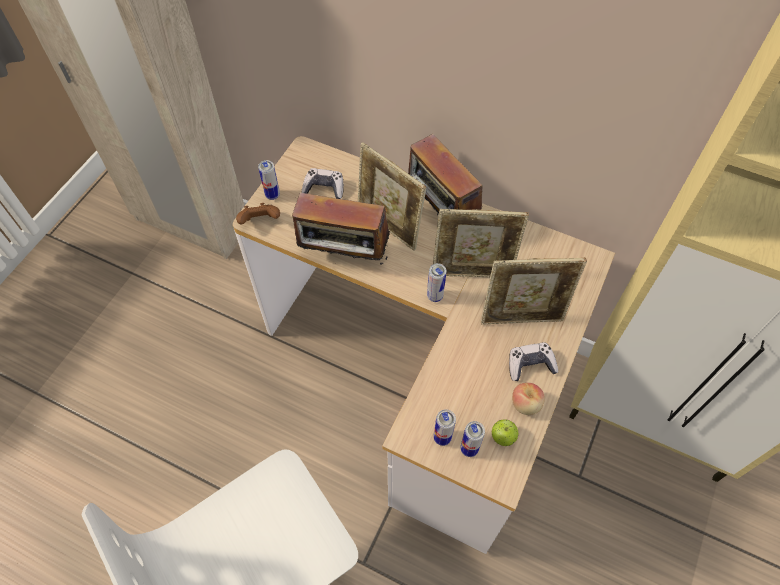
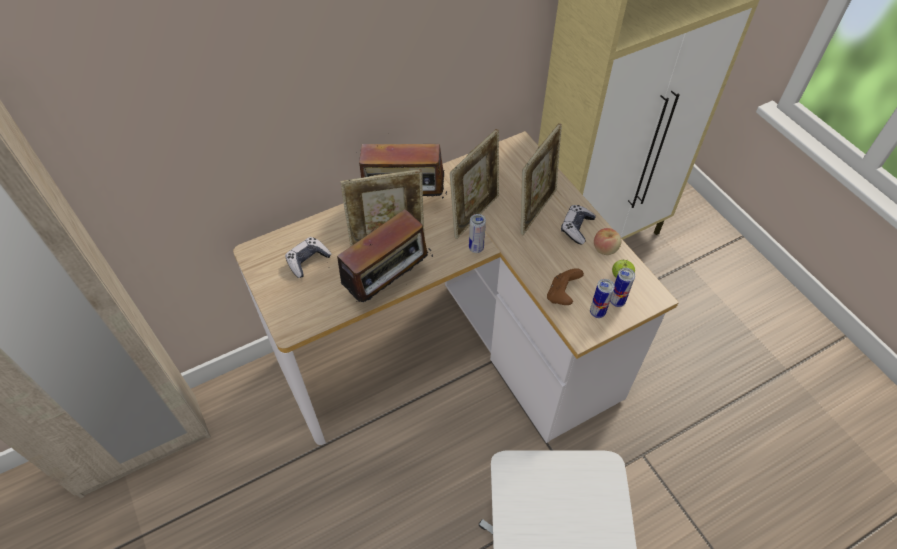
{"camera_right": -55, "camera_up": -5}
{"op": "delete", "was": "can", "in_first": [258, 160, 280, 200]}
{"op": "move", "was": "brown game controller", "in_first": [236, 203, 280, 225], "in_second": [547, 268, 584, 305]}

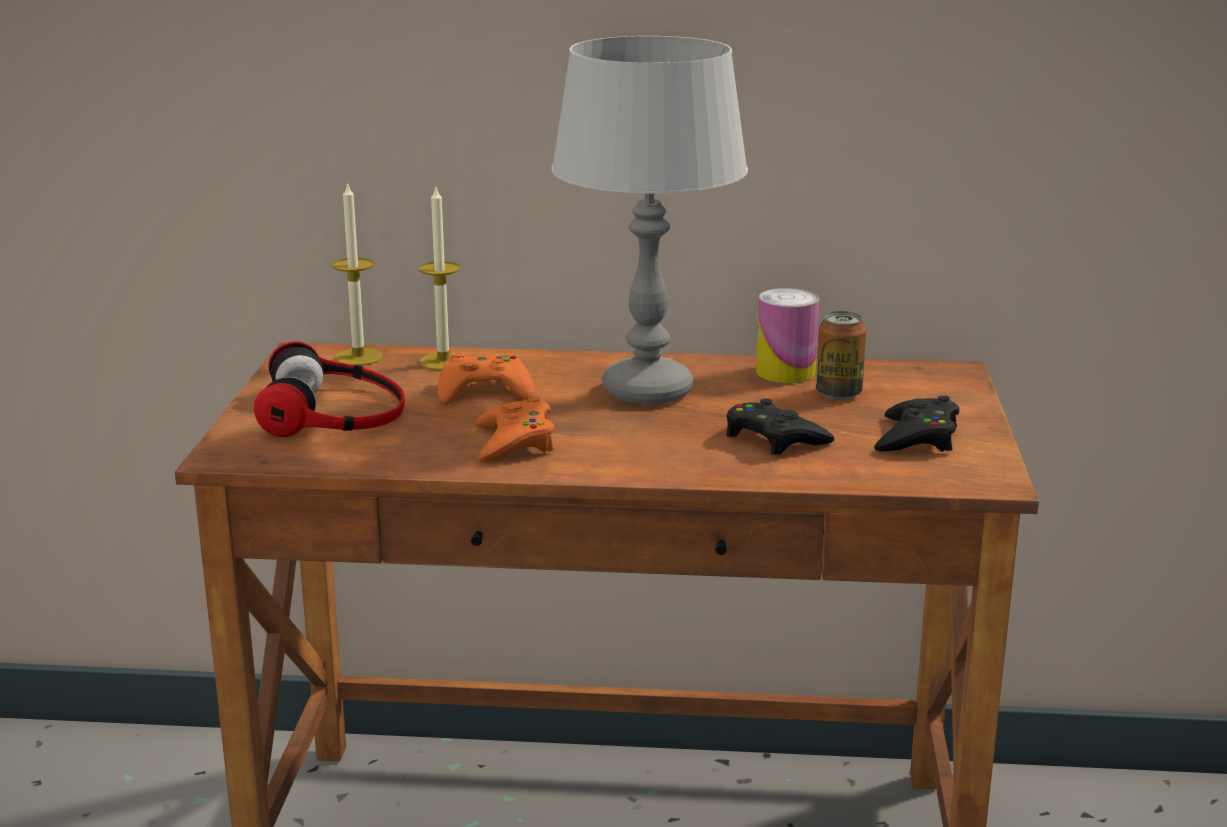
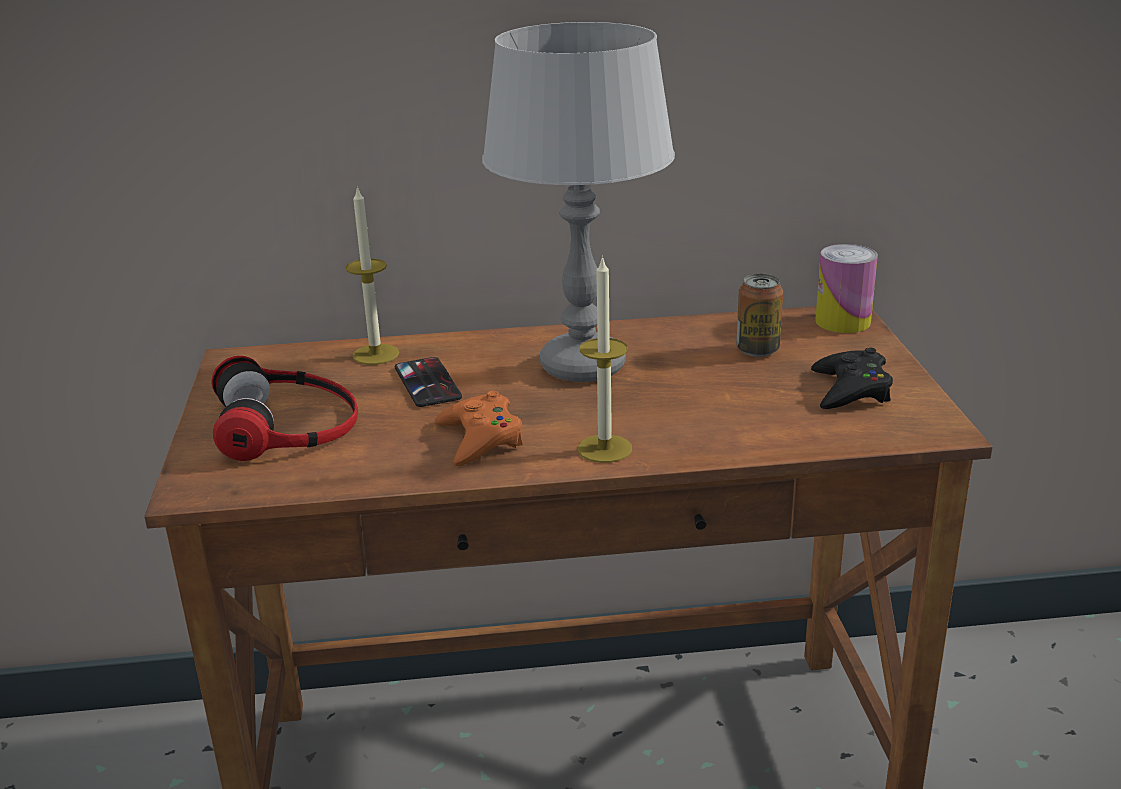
{"camera_right": -10, "camera_up": 5}
{"op": "move", "was": "candle", "in_first": [332, 182, 383, 366], "in_second": [578, 255, 632, 463]}
{"op": "move", "was": "can", "in_first": [756, 288, 819, 383], "in_second": [815, 244, 878, 333]}
{"op": "replace", "was": "orange game controller", "now": "phone", "in_first": [438, 353, 534, 405], "in_second": [395, 357, 462, 407]}
{"op": "delete", "was": "black game controller", "in_first": [726, 399, 834, 455]}

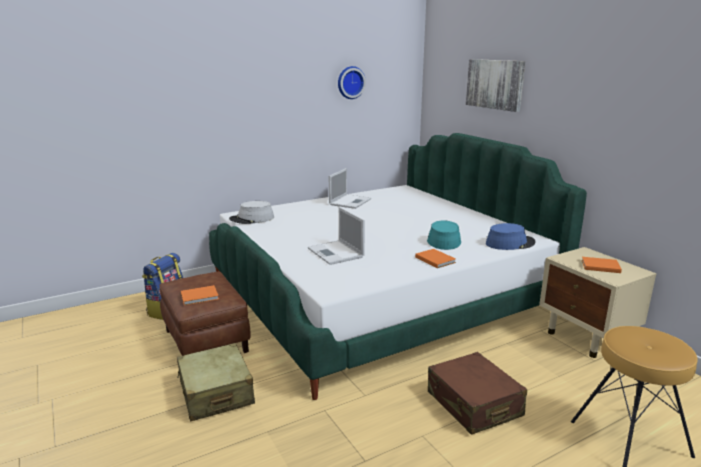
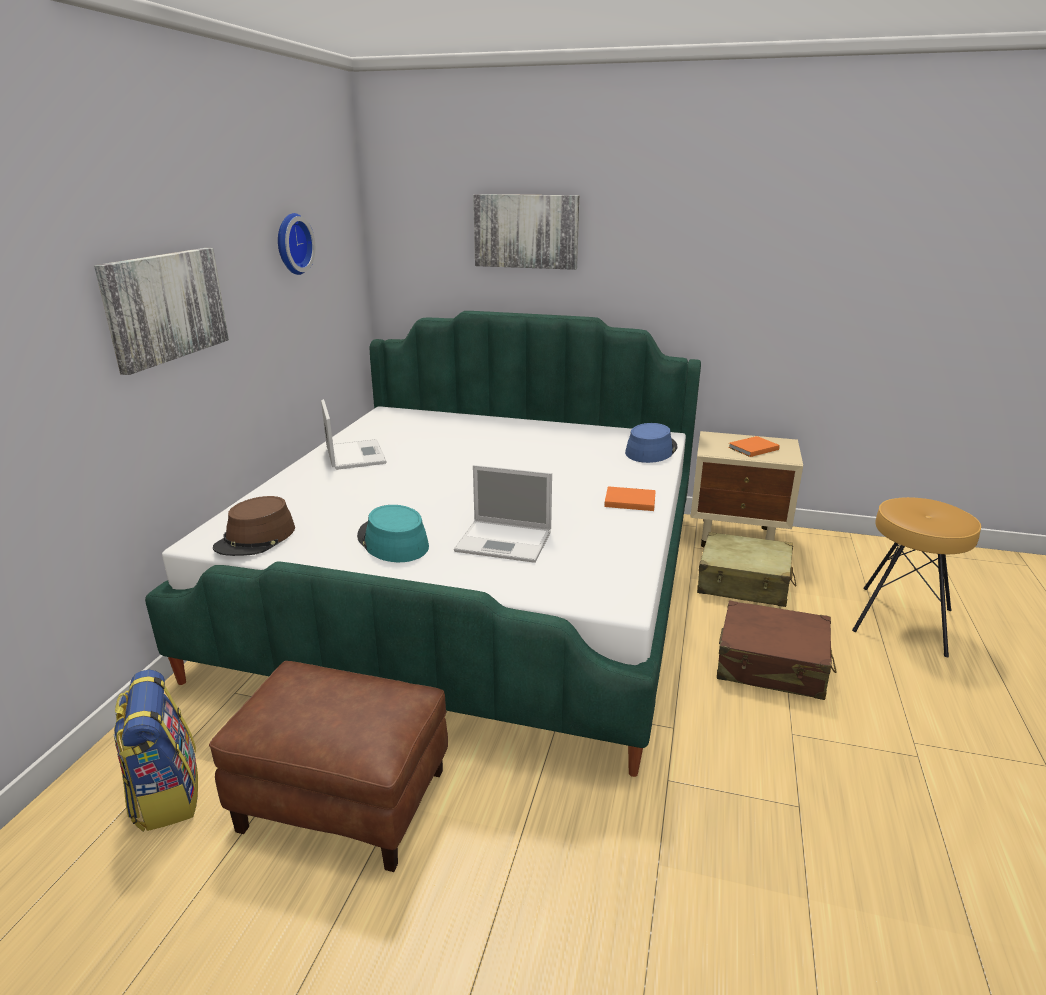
{"camera_right": -45, "camera_up": 5}
{"op": "recolor", "was": "grey hat", "now": "brown hat", "in_first": [229, 201, 274, 224], "in_second": [213, 496, 295, 556]}
{"op": "move", "was": "turquoise hat", "in_first": [427, 220, 461, 250], "in_second": [357, 505, 429, 562]}
{"op": "delete", "was": "orange book", "in_first": [181, 285, 219, 305]}
{"op": "move", "was": "beige suitcase", "in_first": [177, 343, 255, 422], "in_second": [697, 532, 796, 607]}
{"op": "insert", "now": "picture", "in_second": [94, 248, 229, 375]}

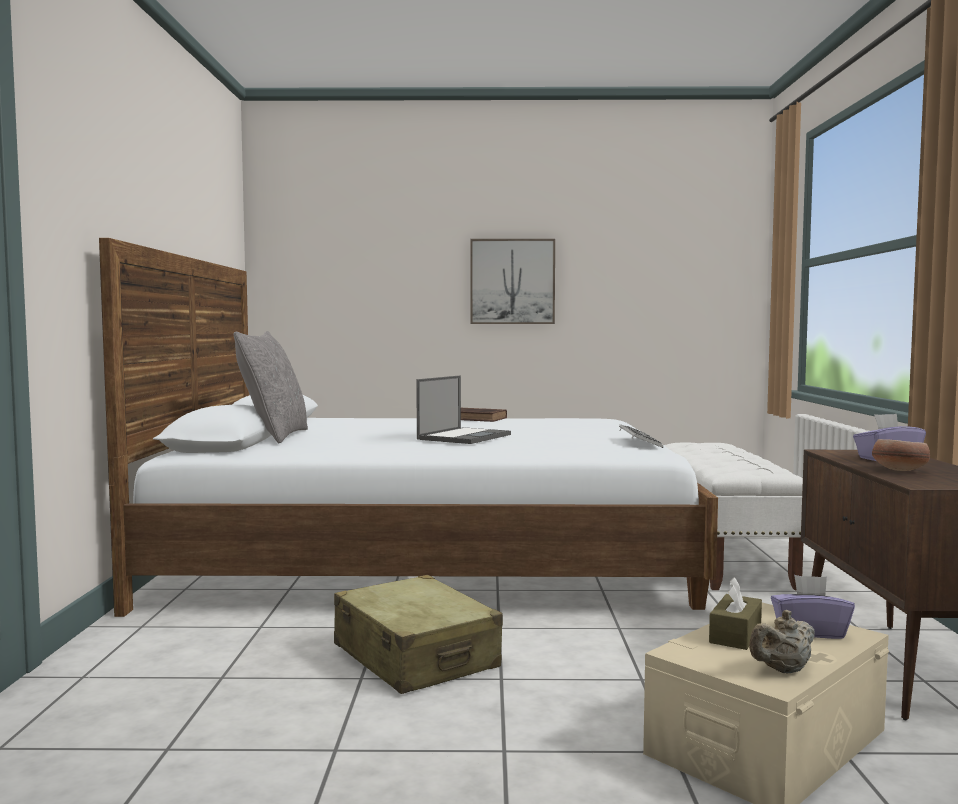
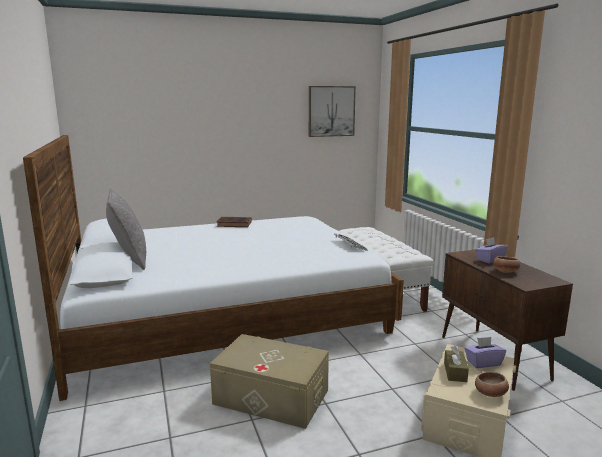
{"camera_right": -20, "camera_up": 10}
{"op": "move", "was": "picture", "in_first": [470, 239, 555, 324], "in_second": [309, 86, 356, 137]}
{"op": "delete", "was": "laptop", "in_first": [416, 376, 511, 444]}
{"op": "replace", "was": "beige suitcase", "now": "beige storage box", "in_first": [334, 575, 503, 694], "in_second": [210, 334, 329, 429]}
{"op": "replace", "was": "beige teapot", "now": "bowl", "in_first": [749, 610, 815, 673], "in_second": [475, 371, 509, 397]}

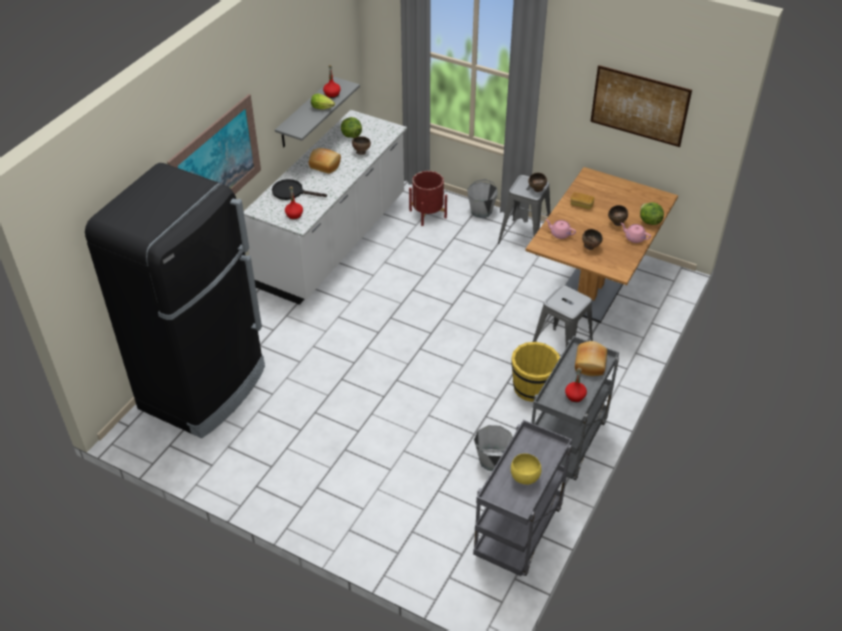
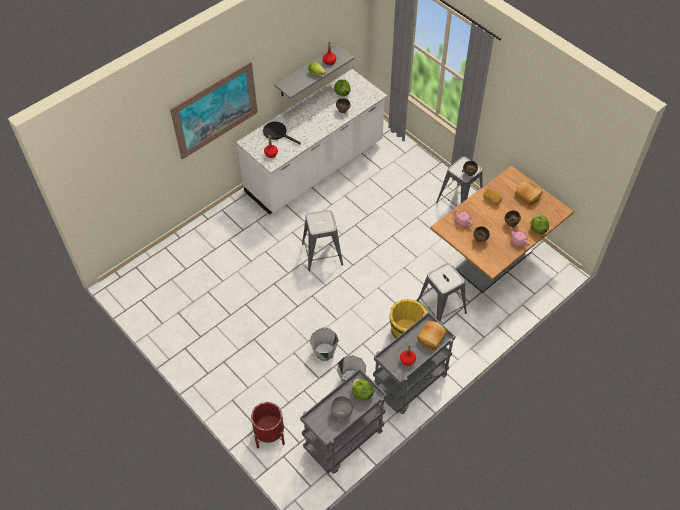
{"camera_right": 20, "camera_up": 10}
{"op": "delete", "was": "picture", "in_first": [590, 65, 692, 147]}
{"op": "move", "was": "bread", "in_first": [309, 148, 341, 174], "in_second": [515, 181, 543, 206]}
{"op": "delete", "was": "black fridge", "in_first": [85, 163, 265, 438]}
{"op": "move", "was": "red planter", "in_first": [409, 171, 447, 226], "in_second": [251, 402, 285, 448]}
{"op": "move", "was": "grey bucket", "in_first": [467, 179, 498, 218], "in_second": [310, 327, 339, 361]}
{"op": "recolor", "was": "yellow bowl", "now": "grey bowl", "in_first": [511, 453, 541, 485], "in_second": [331, 396, 353, 419]}
{"op": "insert", "now": "grey stool", "in_second": [302, 210, 343, 271]}
{"op": "insert", "now": "lettuce", "in_second": [352, 379, 374, 401]}

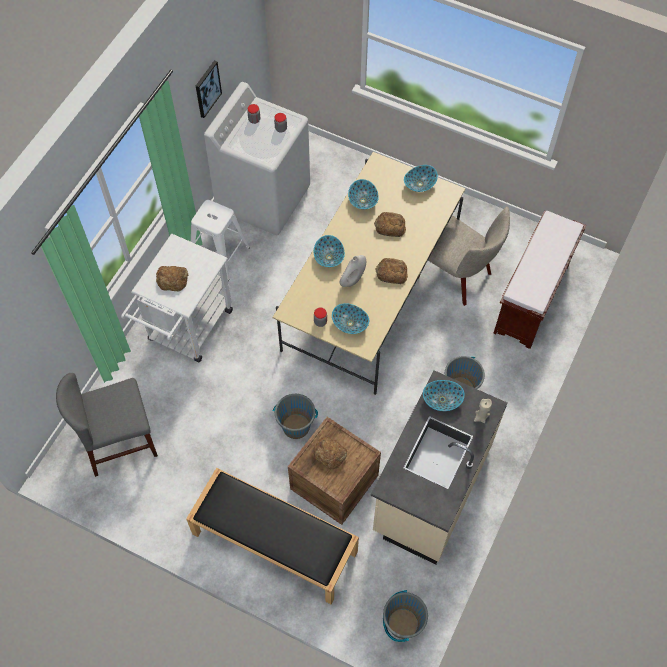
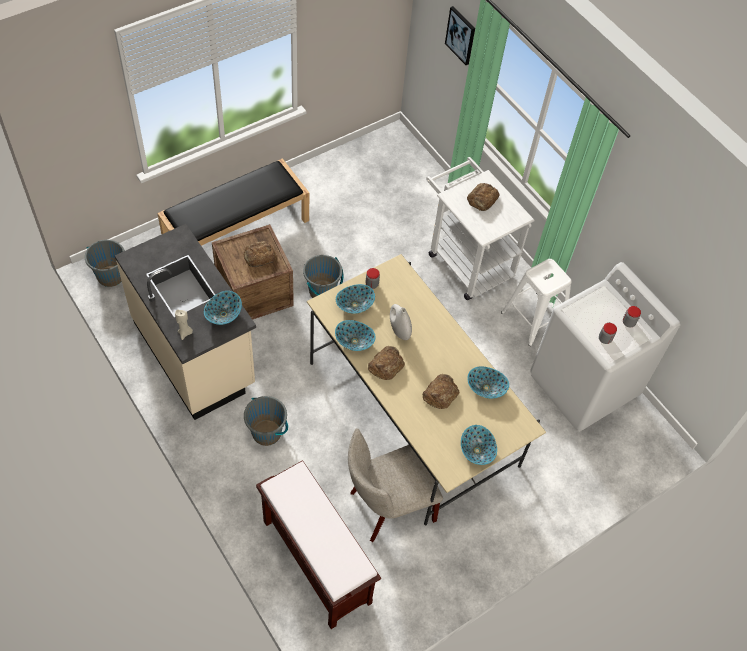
{"camera_right": 115, "camera_up": -5}
{"op": "move", "was": "picture", "in_first": [196, 60, 222, 118], "in_second": [445, 6, 475, 65]}
{"op": "move", "was": "bowl", "in_first": [314, 235, 345, 267], "in_second": [335, 320, 376, 351]}
{"op": "delete", "was": "grey chair", "in_first": [56, 373, 158, 477]}

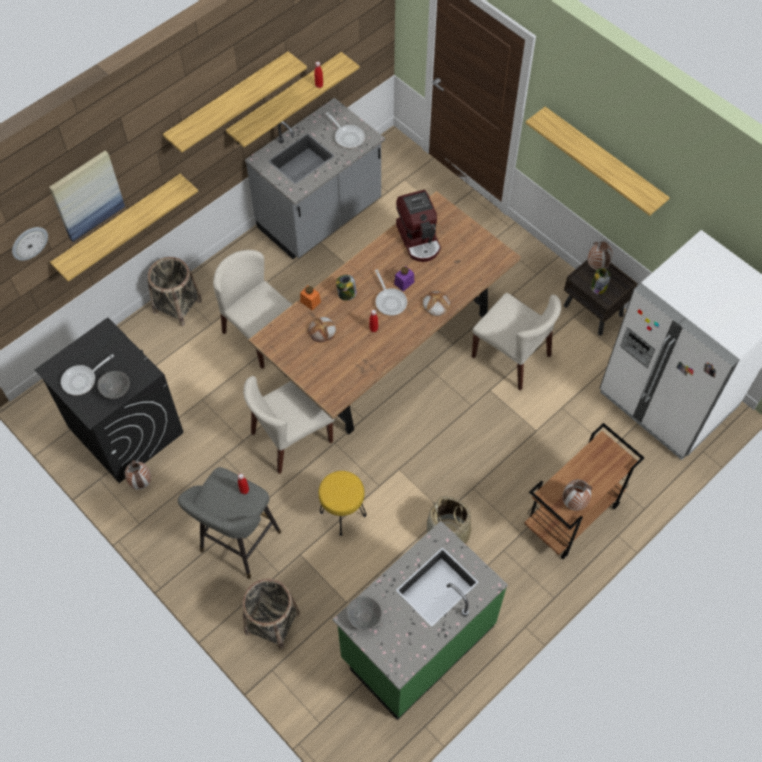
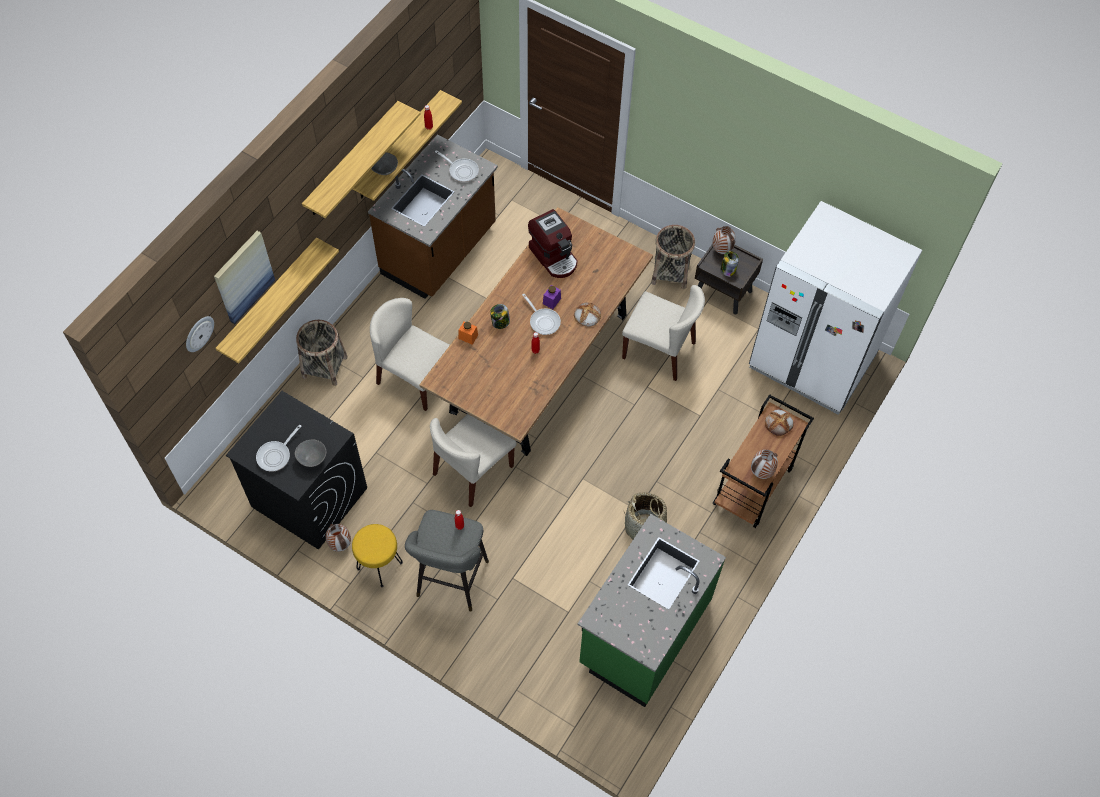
{"camera_right": -15, "camera_up": 0}
{"op": "recolor", "was": "grey counter", "now": "brown counter", "in_first": [245, 98, 385, 259], "in_second": [368, 134, 498, 299]}
{"op": "delete", "was": "shelf", "in_first": [526, 107, 670, 216]}
{"op": "move", "was": "bread", "in_first": [308, 317, 337, 342], "in_second": [765, 410, 794, 436]}
{"op": "move", "was": "yellow stool", "in_first": [318, 471, 366, 536], "in_second": [352, 524, 403, 587]}
{"op": "move", "was": "basket", "in_first": [242, 579, 300, 650], "in_second": [651, 225, 695, 289]}
{"op": "move", "was": "grey bowl", "in_first": [347, 596, 382, 631], "in_second": [371, 152, 398, 175]}

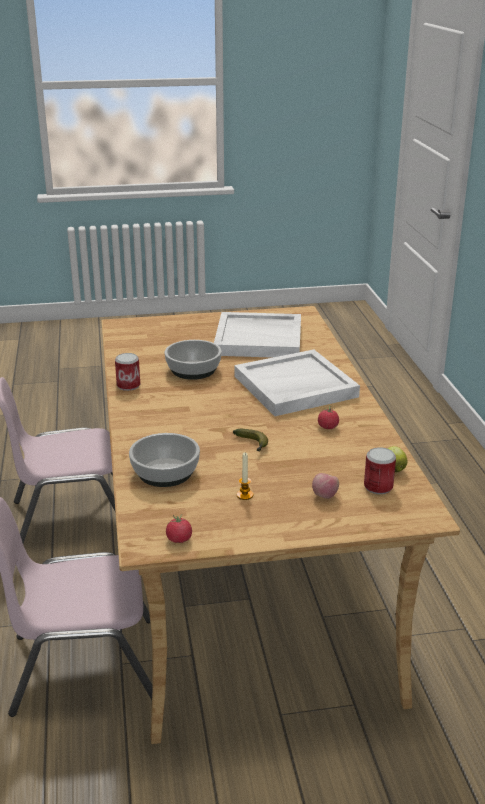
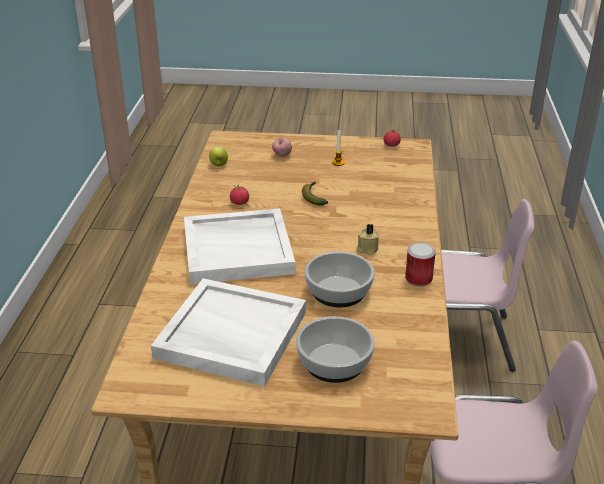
{"camera_right": -165, "camera_up": 5}
{"op": "move", "was": "bowl", "in_first": [129, 433, 200, 487], "in_second": [296, 316, 375, 383]}
{"op": "delete", "was": "can", "in_first": [364, 447, 396, 494]}
{"op": "insert", "now": "beige candle", "in_second": [356, 224, 380, 255]}

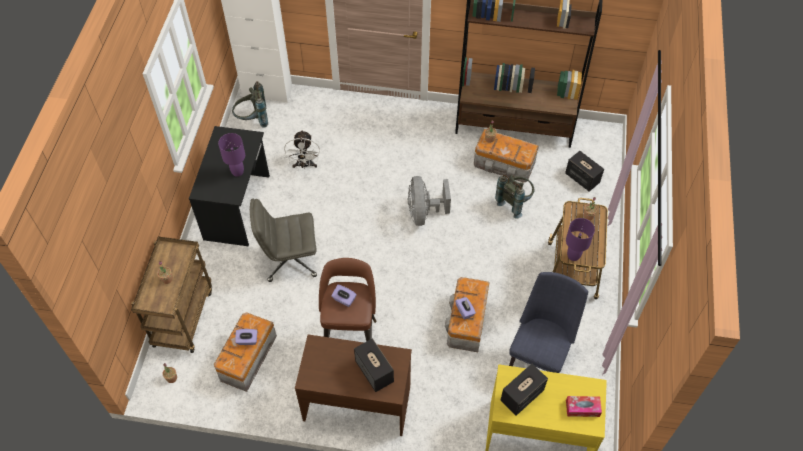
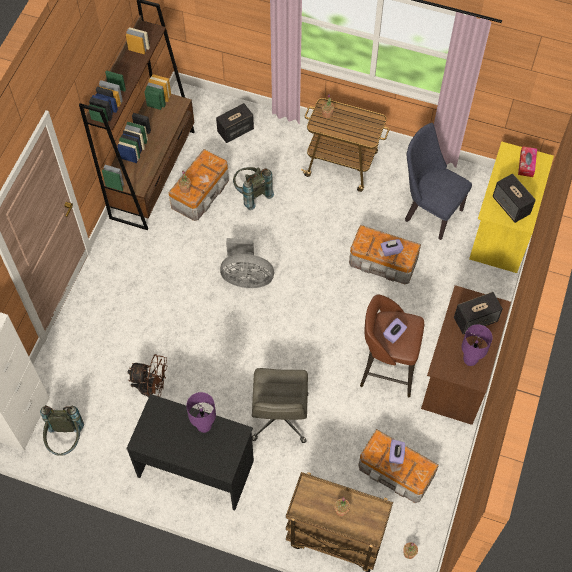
{"camera_right": -80, "camera_up": 5}
{"op": "recolor", "was": "white fan", "now": "brown fan", "in_first": [284, 130, 320, 169], "in_second": [127, 354, 167, 398]}
{"op": "move", "was": "purple table lamp", "in_first": [566, 218, 595, 261], "in_second": [461, 324, 492, 366]}

